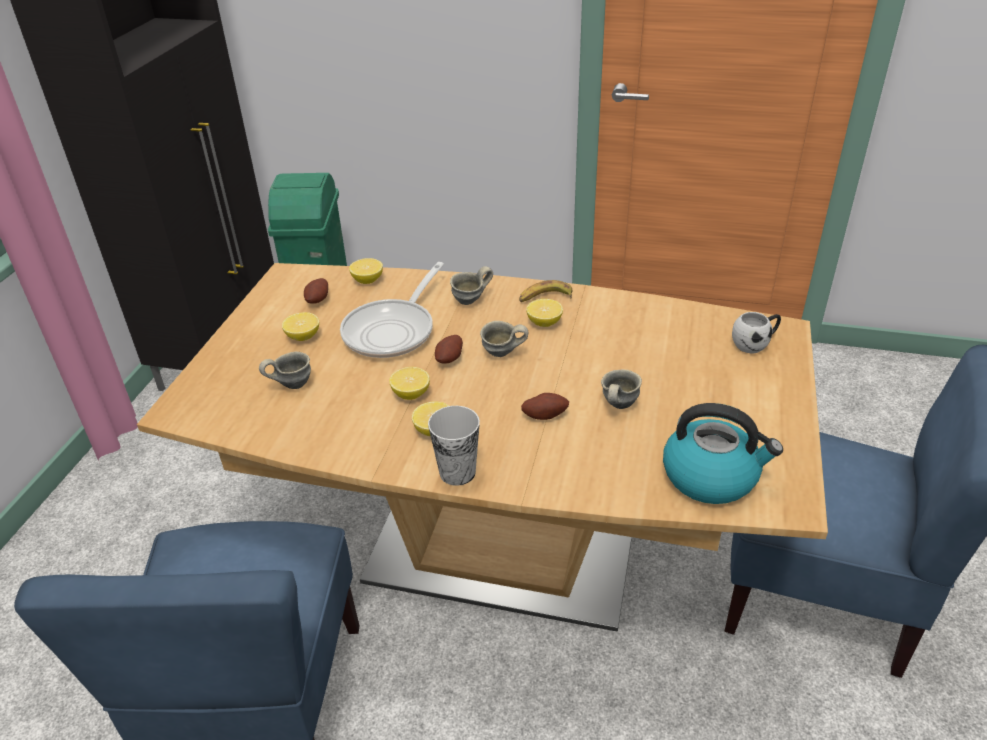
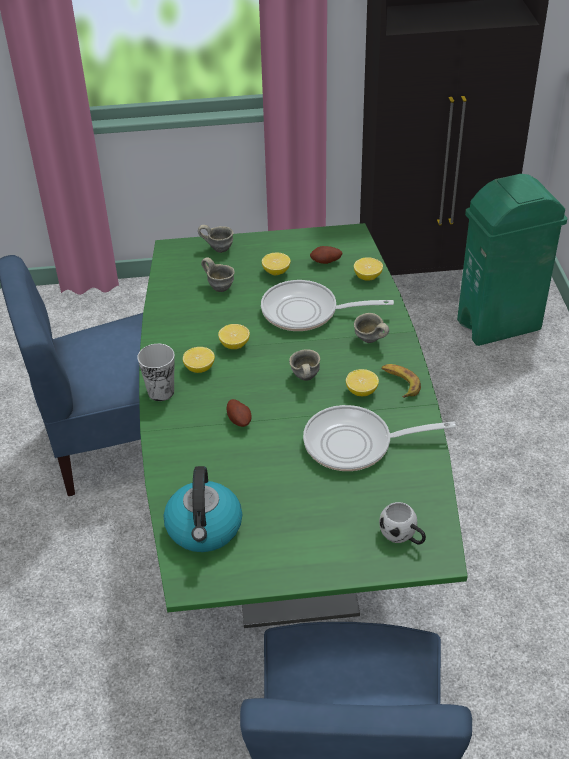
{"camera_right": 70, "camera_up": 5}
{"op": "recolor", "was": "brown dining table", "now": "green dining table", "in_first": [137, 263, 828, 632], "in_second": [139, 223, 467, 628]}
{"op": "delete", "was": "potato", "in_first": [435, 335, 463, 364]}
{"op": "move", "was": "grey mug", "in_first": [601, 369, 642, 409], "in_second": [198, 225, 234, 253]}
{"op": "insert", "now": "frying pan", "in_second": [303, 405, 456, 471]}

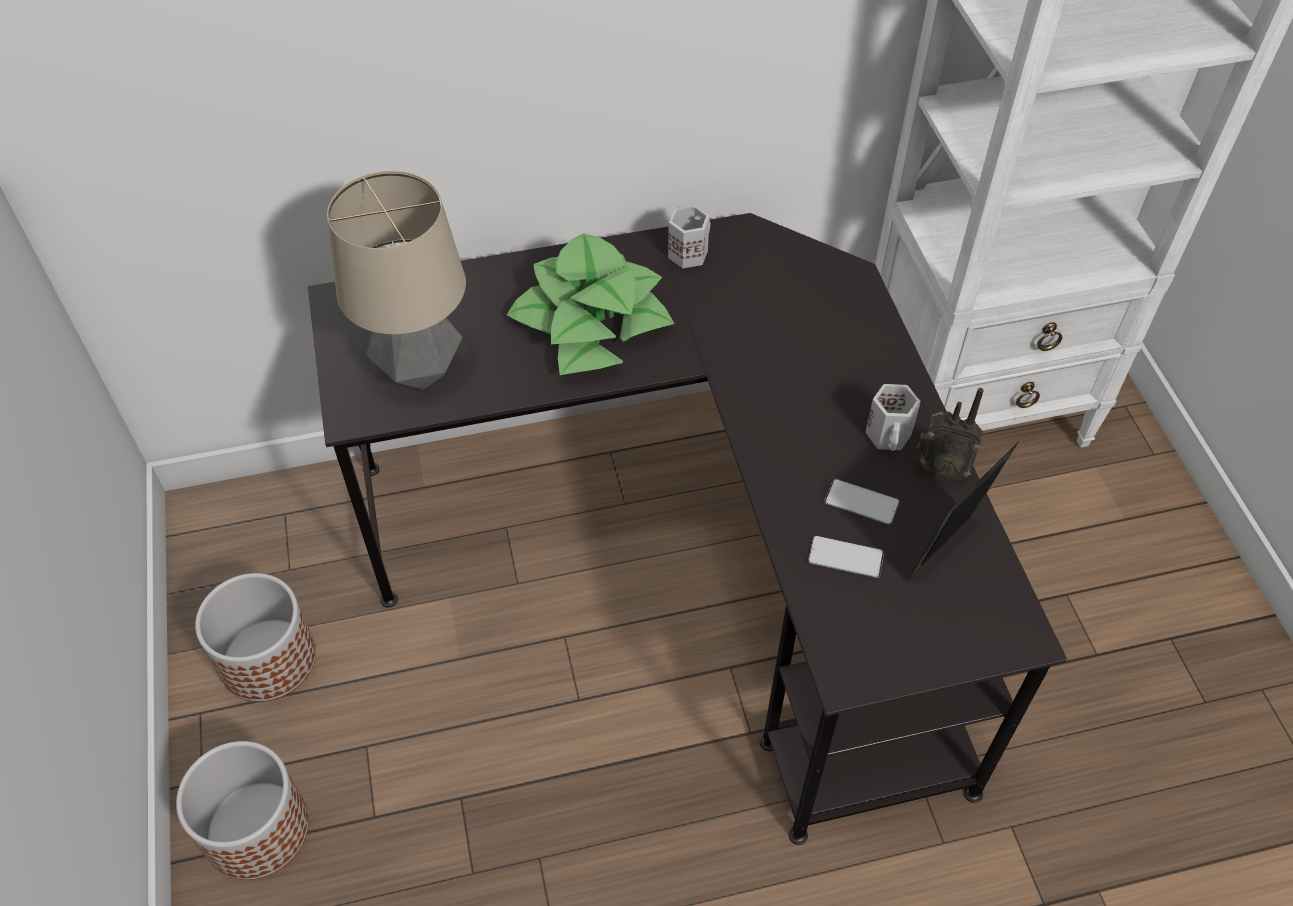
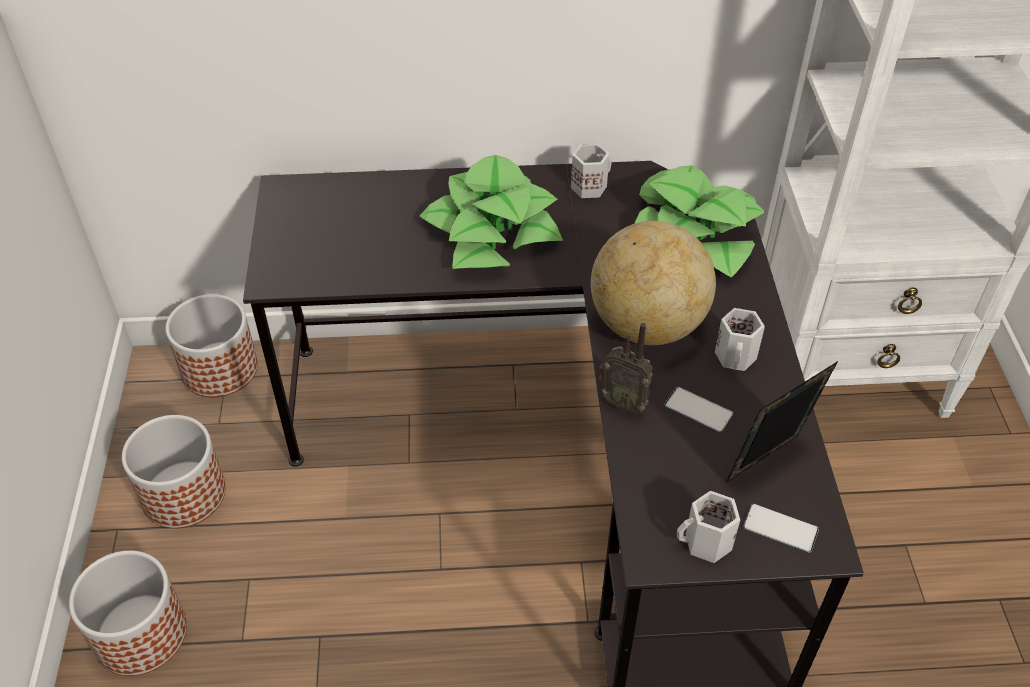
{"camera_right": 10, "camera_up": -5}
{"op": "delete", "was": "table lamp", "in_first": [327, 171, 466, 390]}
{"op": "move", "was": "radio", "in_first": [917, 388, 984, 481], "in_second": [599, 323, 653, 414]}
{"op": "move", "was": "phone", "in_first": [808, 536, 884, 578], "in_second": [743, 504, 819, 553]}
{"op": "insert", "now": "potted plant", "in_second": [634, 165, 765, 278]}
{"op": "insert", "now": "globe", "in_second": [591, 221, 716, 345]}
{"op": "insert", "now": "planter", "in_second": [165, 294, 258, 397]}
{"op": "insert", "now": "white mug", "in_second": [677, 491, 740, 563]}

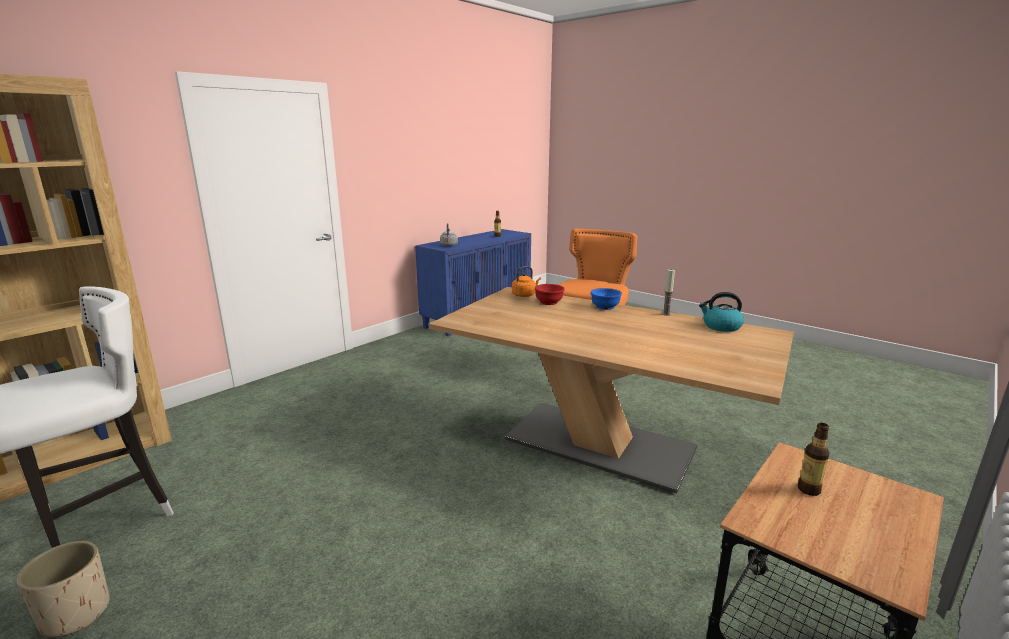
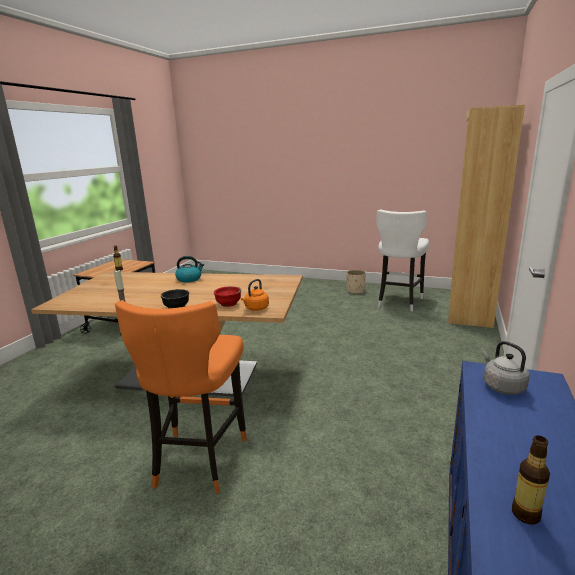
{"camera_right": 160, "camera_up": 0}
{"op": "recolor", "was": "blue bowl", "now": "black bowl", "in_first": [591, 288, 622, 310], "in_second": [161, 289, 189, 308]}
{"op": "move", "was": "kettle", "in_first": [699, 292, 744, 332], "in_second": [175, 256, 204, 282]}

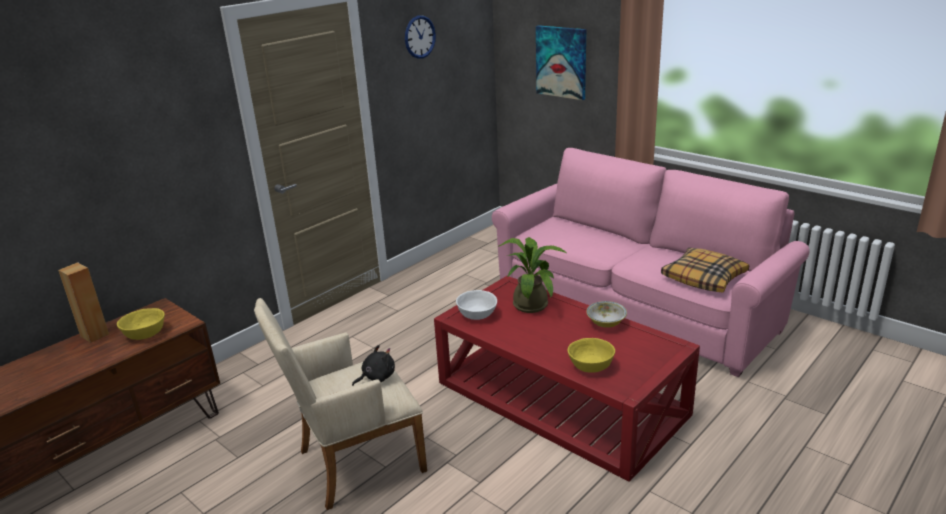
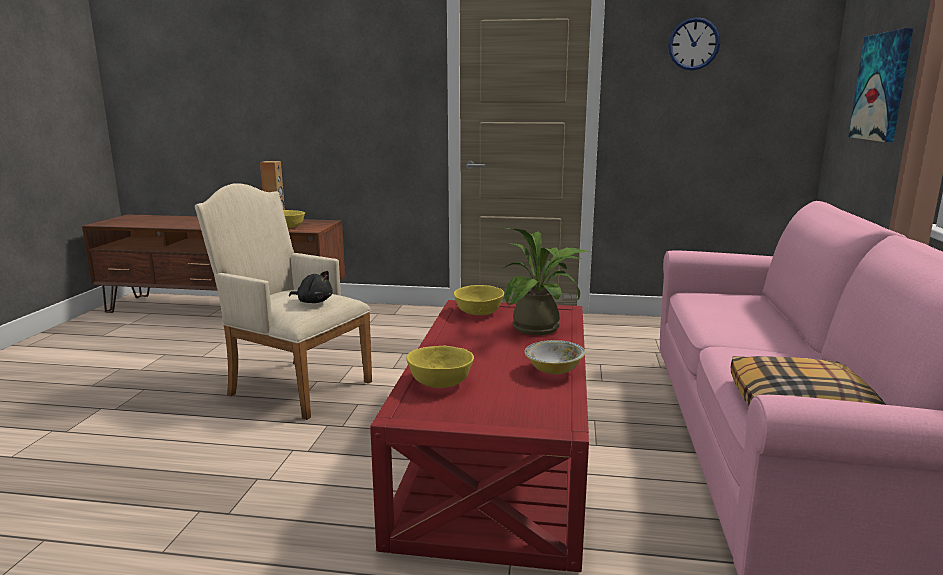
{"camera_right": 55, "camera_up": -10}
{"op": "recolor", "was": "white bowl", "now": "yellow bowl", "in_first": [456, 290, 497, 320], "in_second": [454, 285, 504, 315]}

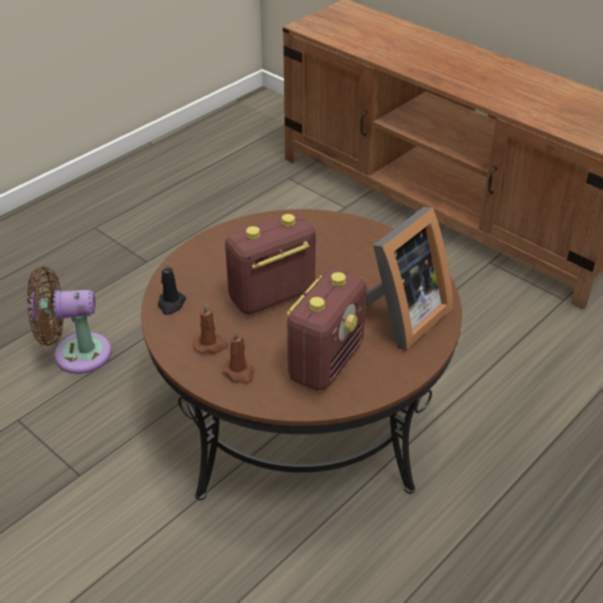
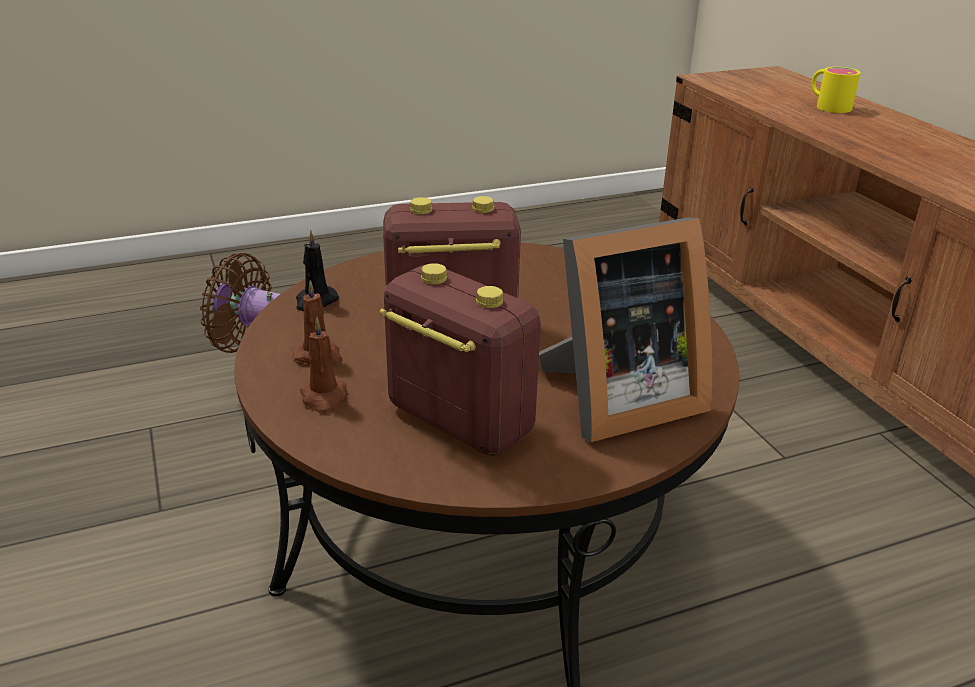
{"camera_right": 25, "camera_up": -10}
{"op": "rotate", "was": "radio", "in_first": [286, 268, 367, 391], "in_second": [379, 263, 541, 456], "clockwise": -105}
{"op": "insert", "now": "yellow mug", "in_second": [811, 67, 861, 113]}

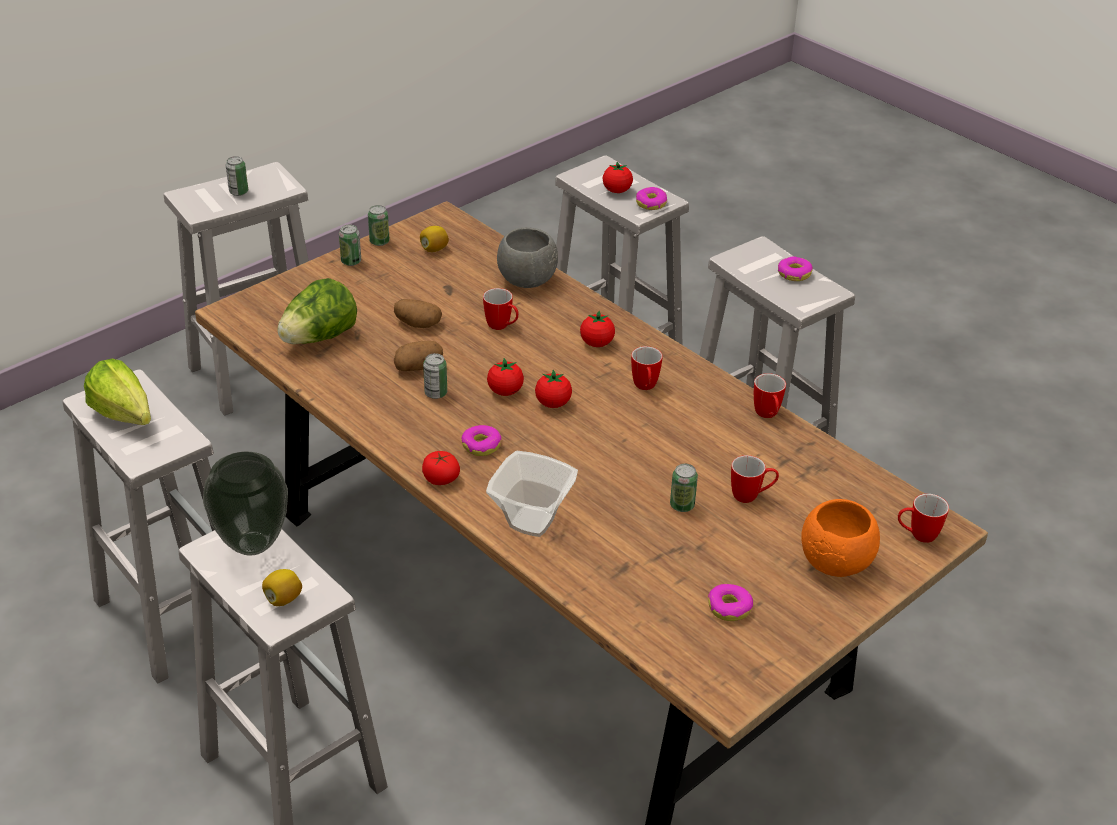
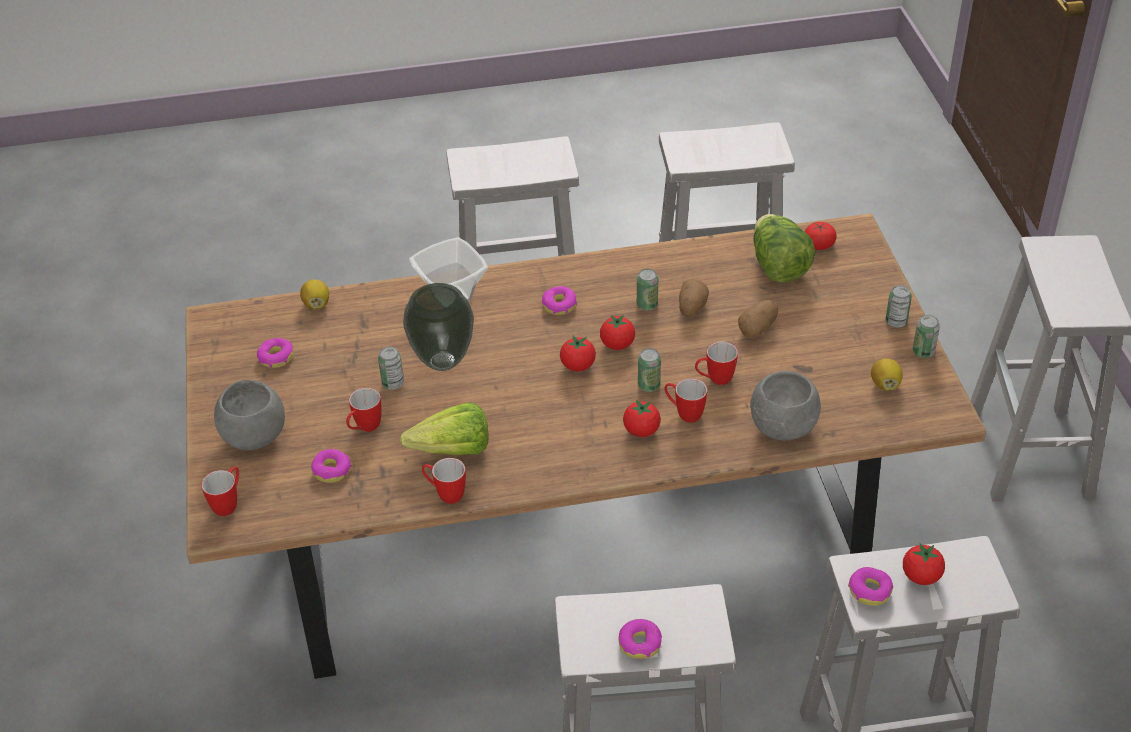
{"camera_right": 125, "camera_up": 5}
{"op": "move", "was": "can", "in_first": [226, 156, 248, 196], "in_second": [638, 348, 661, 392]}
{"op": "move", "was": "mug", "in_first": [631, 346, 663, 390], "in_second": [664, 378, 707, 423]}
{"op": "move", "was": "lettuce", "in_first": [84, 359, 151, 425], "in_second": [400, 403, 488, 455]}
{"op": "move", "was": "tomato", "in_first": [422, 451, 460, 485], "in_second": [805, 222, 837, 250]}
{"op": "move", "was": "vase", "in_first": [203, 452, 288, 556], "in_second": [403, 283, 474, 371]}
{"op": "recolor", "was": "orange bowl", "now": "grey bowl", "in_first": [801, 499, 880, 577], "in_second": [214, 380, 285, 450]}
{"op": "move", "was": "lemon", "in_first": [262, 569, 302, 606], "in_second": [300, 280, 329, 309]}
{"op": "insert", "now": "donut", "in_second": [311, 449, 352, 483]}

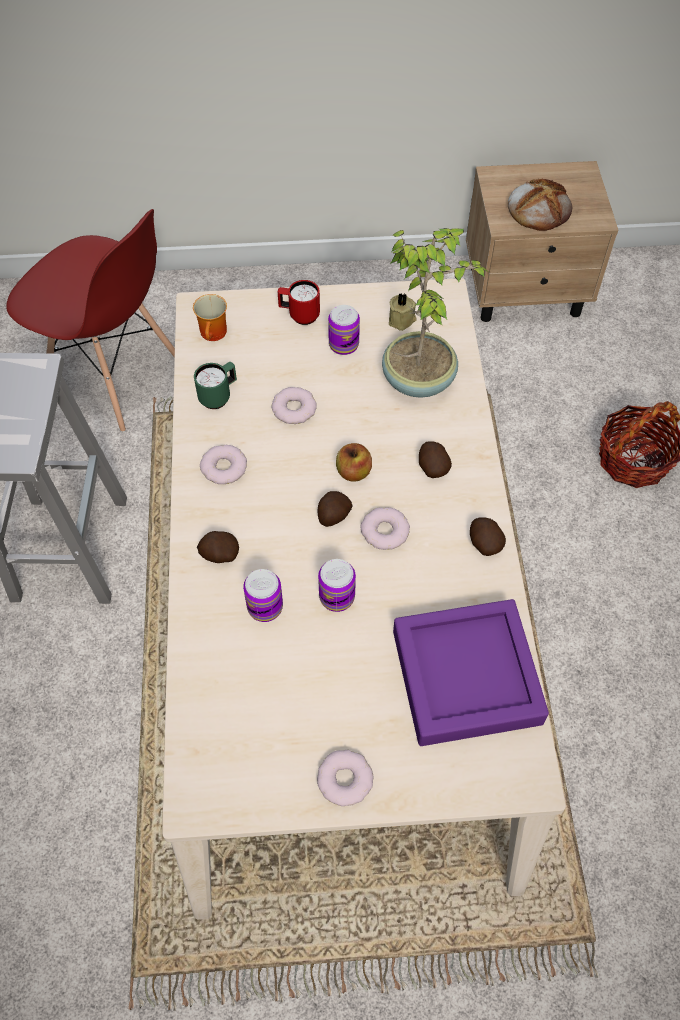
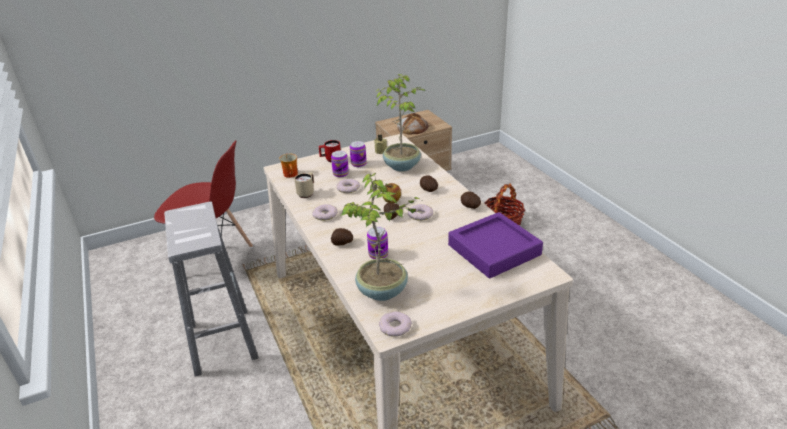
{"camera_right": -20, "camera_up": -25}
{"op": "recolor", "was": "green mug", "now": "beige mug", "in_first": [194, 362, 237, 409], "in_second": [294, 172, 314, 198]}
{"op": "move", "was": "can", "in_first": [318, 559, 356, 612], "in_second": [331, 150, 349, 177]}
{"op": "move", "was": "donut", "in_first": [317, 750, 373, 806], "in_second": [379, 312, 412, 337]}
{"op": "insert", "now": "potted plant", "in_second": [341, 173, 421, 301]}

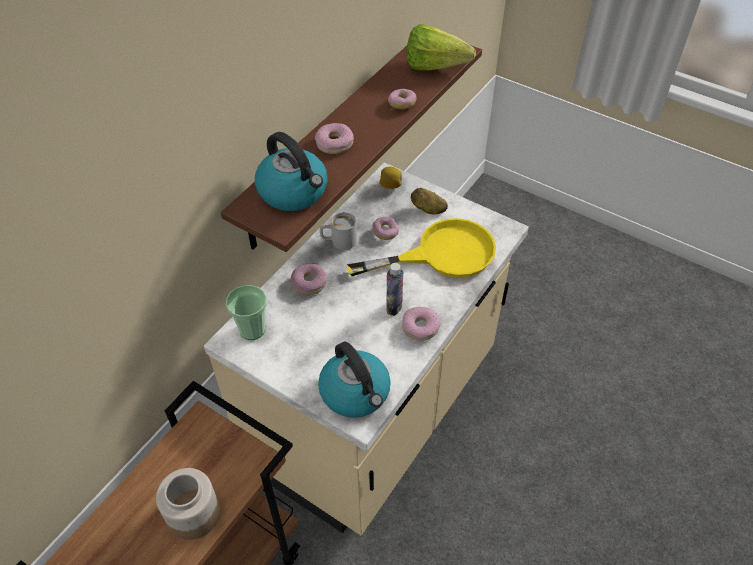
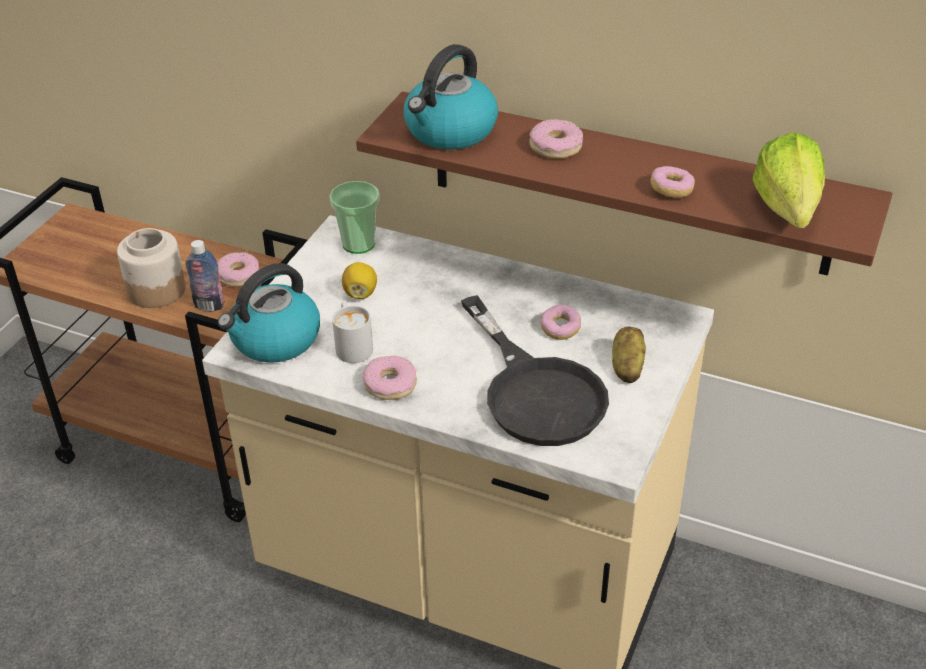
{"camera_right": 80, "camera_up": -10}
{"op": "move", "was": "lemon", "in_first": [379, 167, 402, 189], "in_second": [342, 262, 377, 299]}
{"op": "move", "was": "white mug", "in_first": [320, 212, 357, 250], "in_second": [332, 302, 373, 363]}
{"op": "recolor", "was": "yellow frying pan", "now": "black frying pan", "in_first": [347, 218, 496, 278], "in_second": [461, 295, 609, 446]}
{"op": "move", "was": "donut", "in_first": [291, 263, 327, 296], "in_second": [217, 252, 259, 287]}
{"op": "move", "was": "bottle", "in_first": [386, 263, 403, 316], "in_second": [185, 240, 225, 311]}

